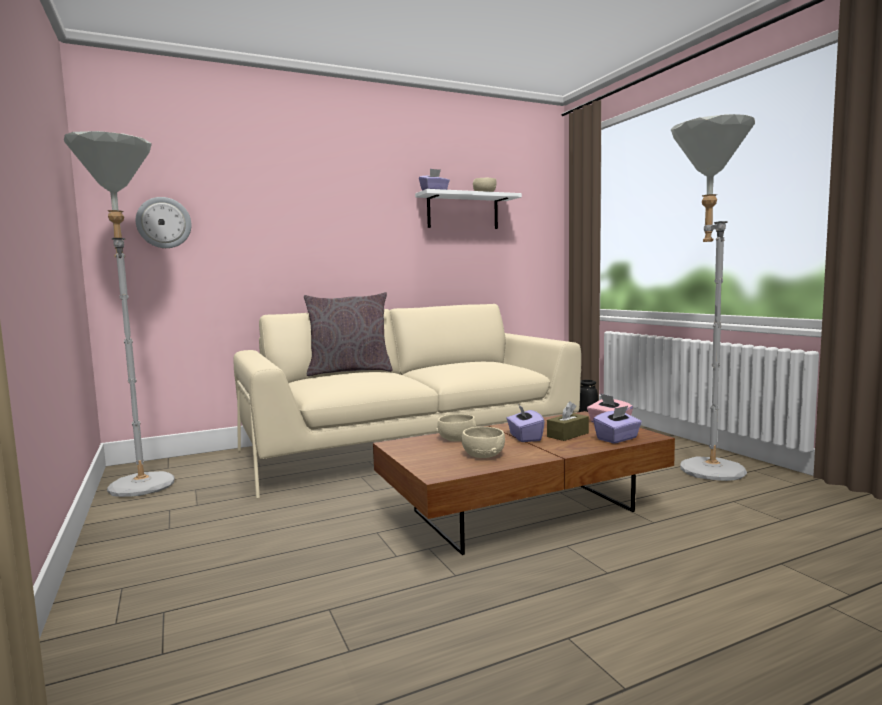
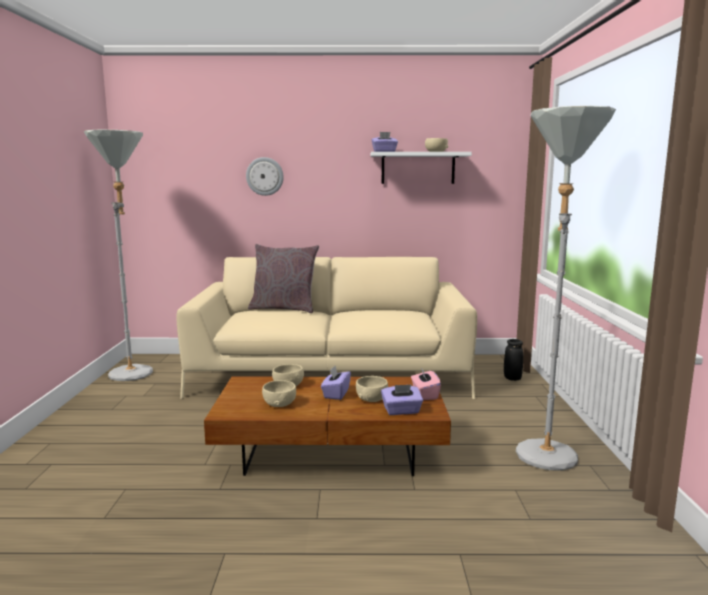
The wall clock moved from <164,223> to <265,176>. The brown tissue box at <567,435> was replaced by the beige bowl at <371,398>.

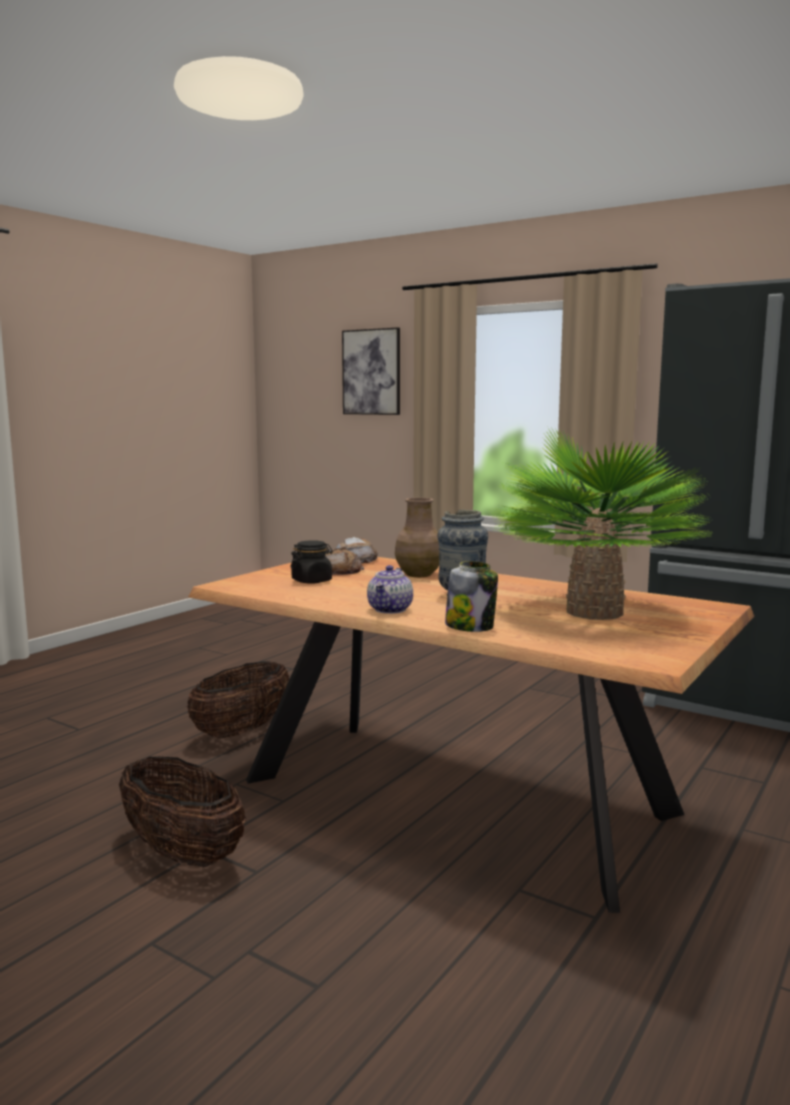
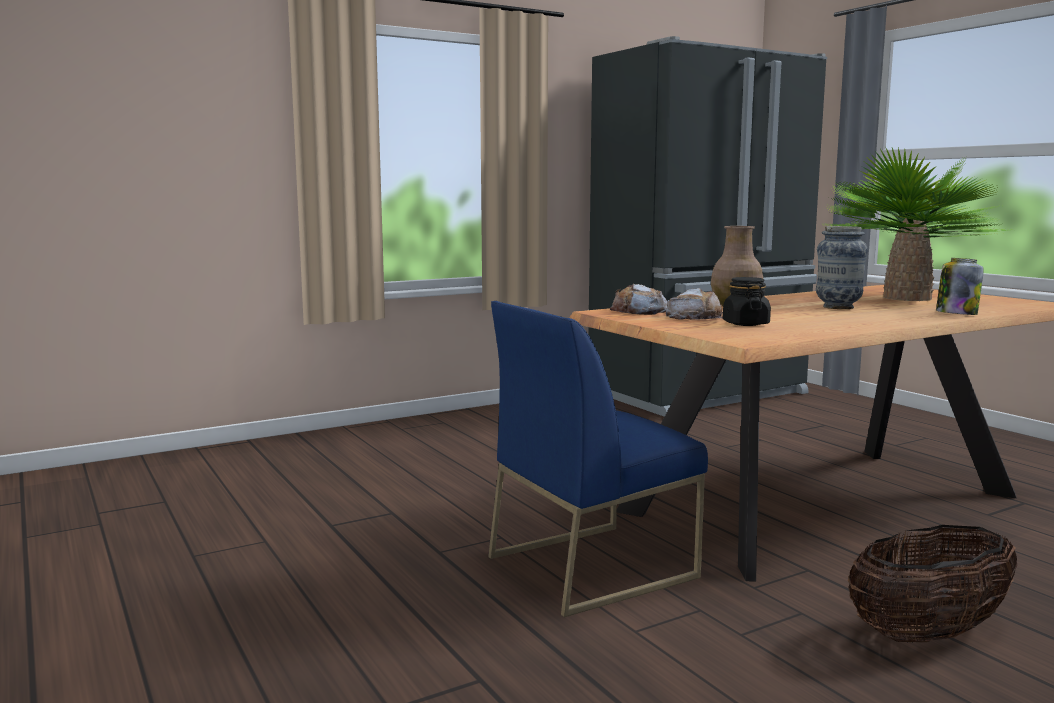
The picture at <371,372> disappeared. The teapot at <390,610> disappeared. The basket at <242,731> was replaced by the blue chair at <592,566>.

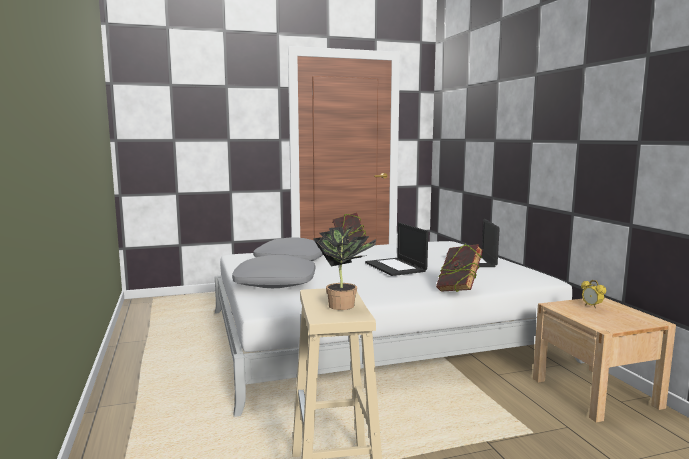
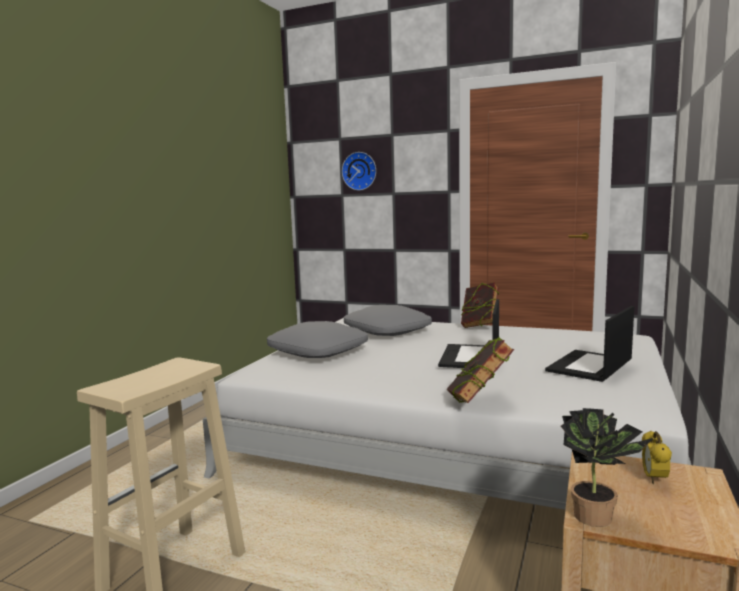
The wall clock at <360,171> appeared. The potted plant moved from <345,305> to <599,517>.

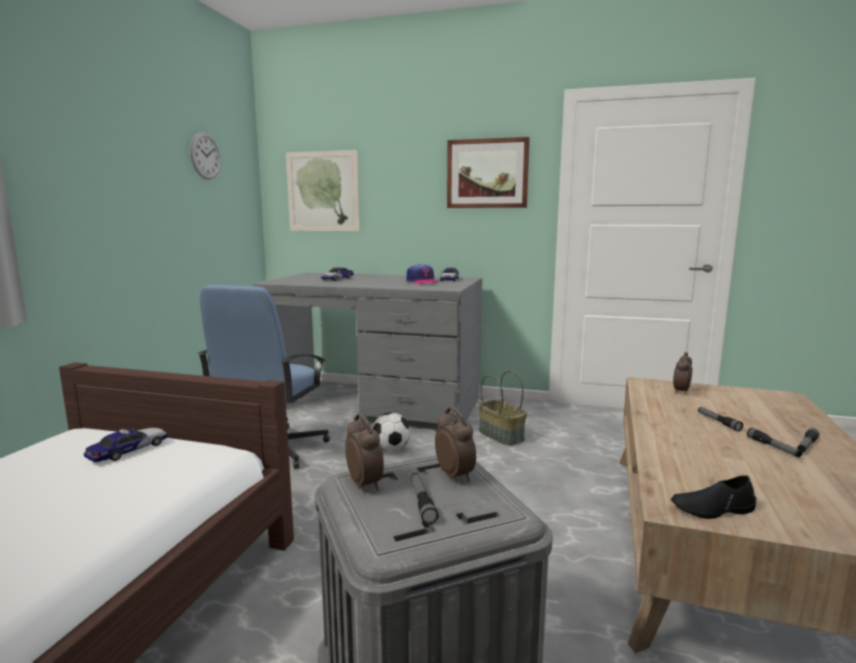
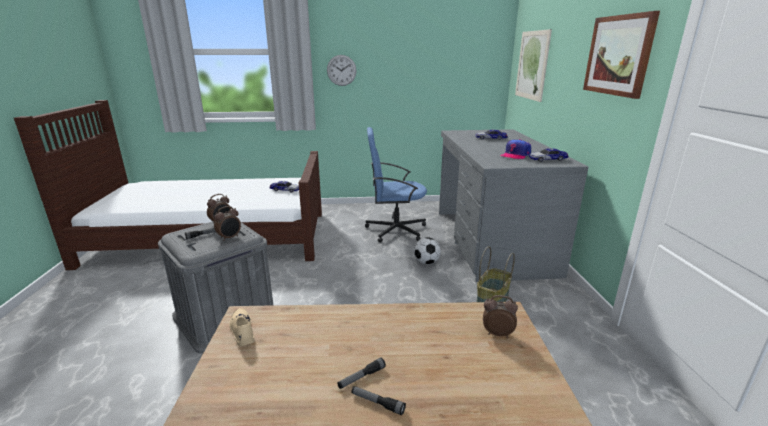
The flashlight at <718,422> disappeared. The wall clock moved from <205,156> to <341,70>. The black shoe at <712,509> became the beige shoe at <242,330>.

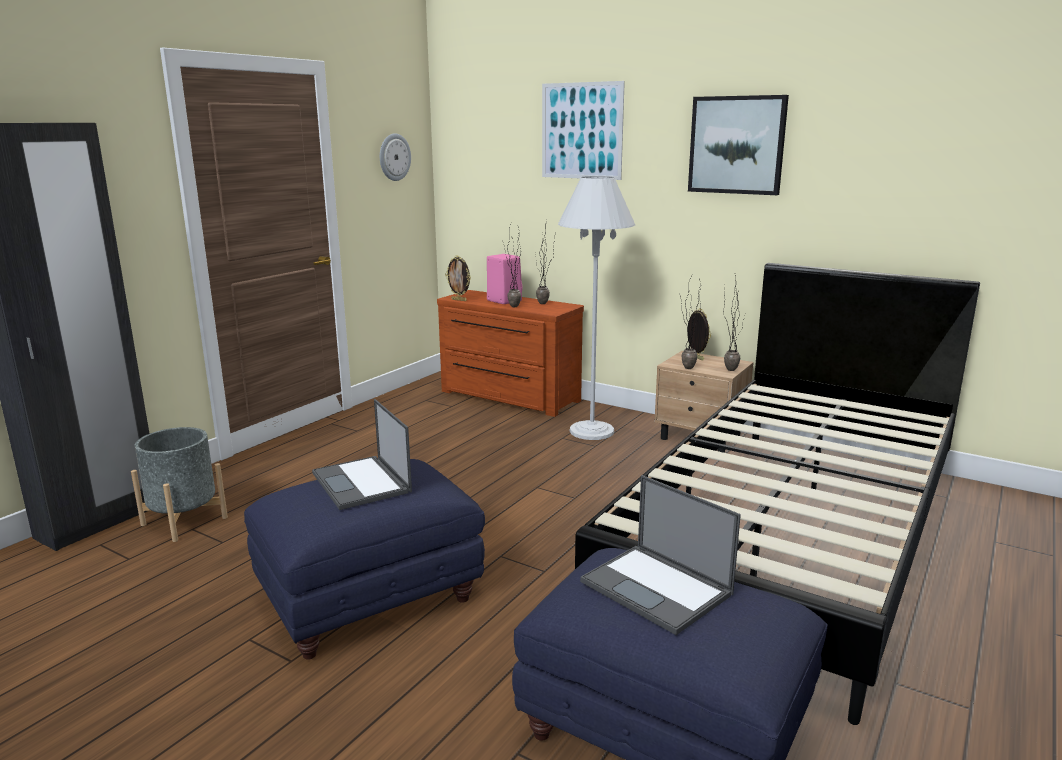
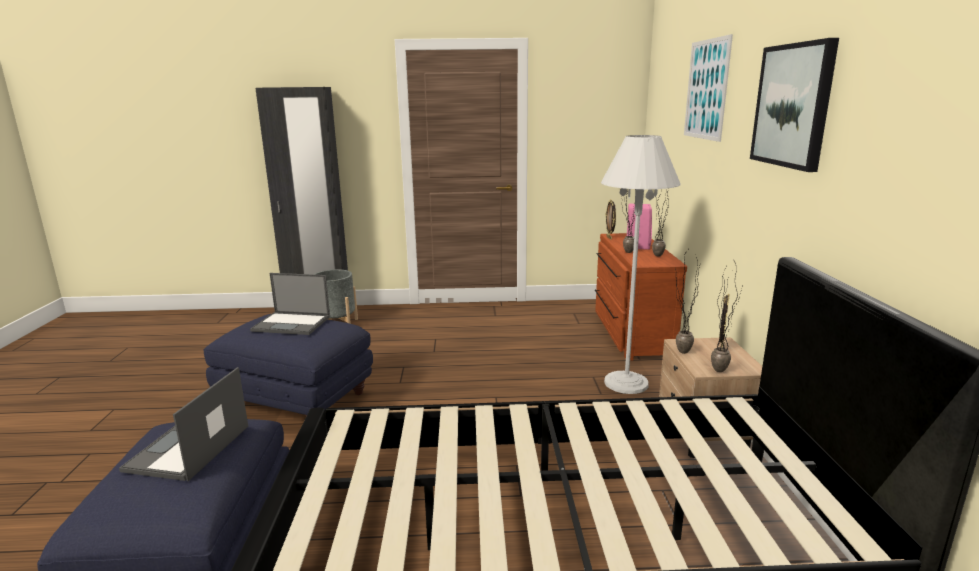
The wall clock at <394,157> disappeared. The laptop at <362,483> turned 105 degrees counterclockwise.

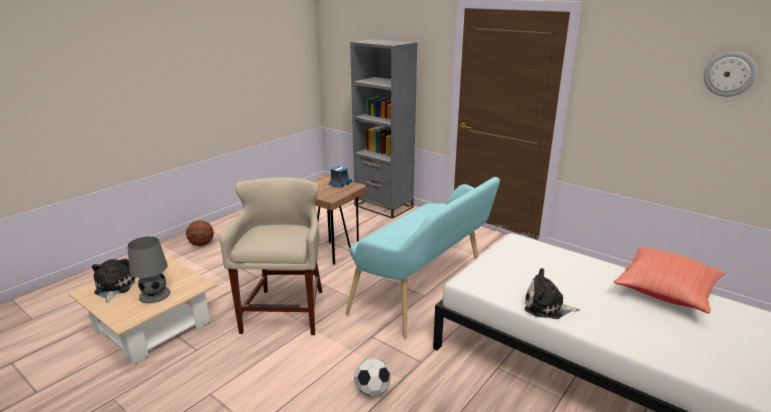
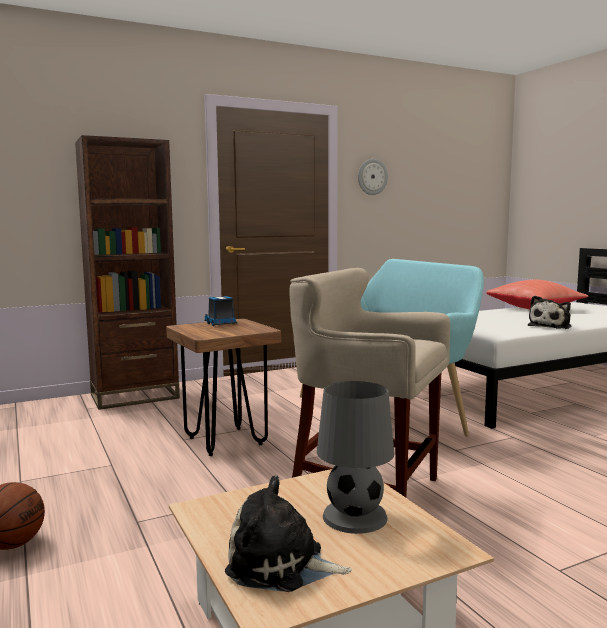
The football at <372,391> disappeared. The wall clock moved from <729,74> to <372,177>. The grey bookcase at <383,206> became the brown bookcase at <135,396>.

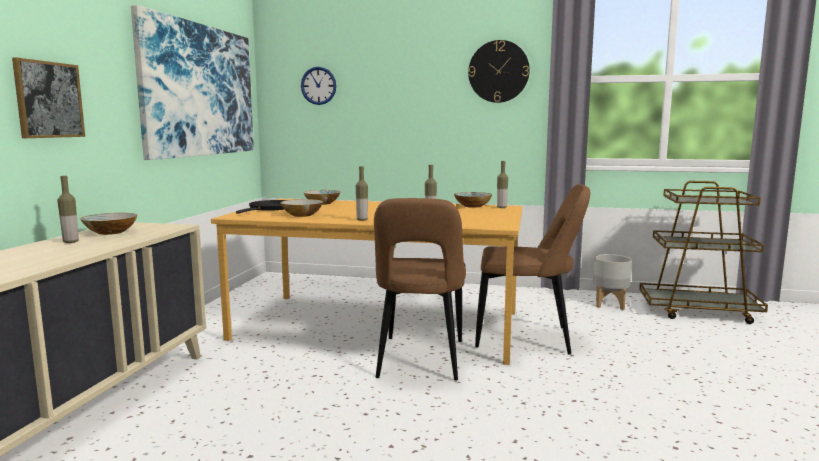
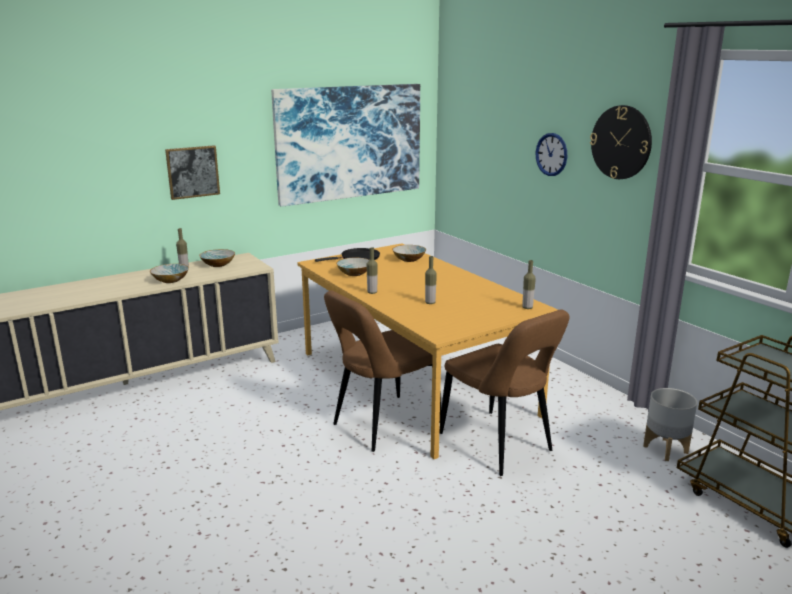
The wall clock moved from <318,85> to <551,154>. The bowl moved from <473,206> to <171,280>.

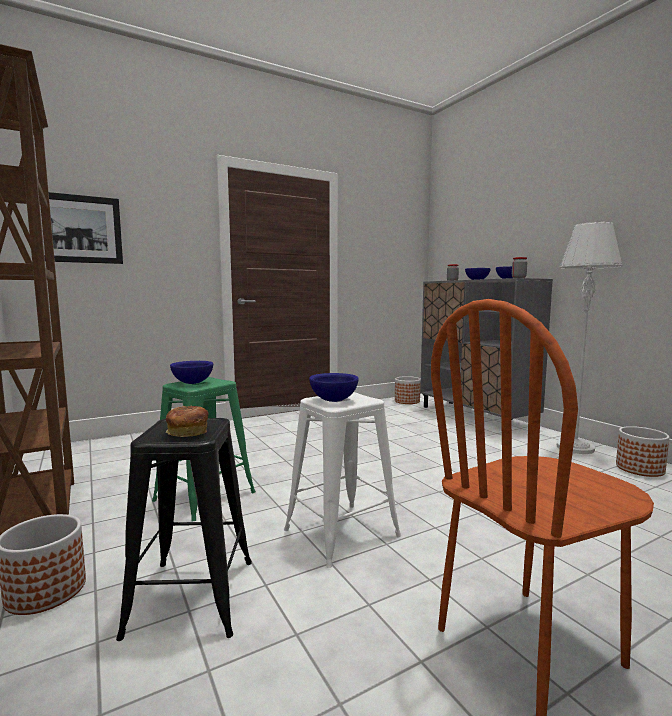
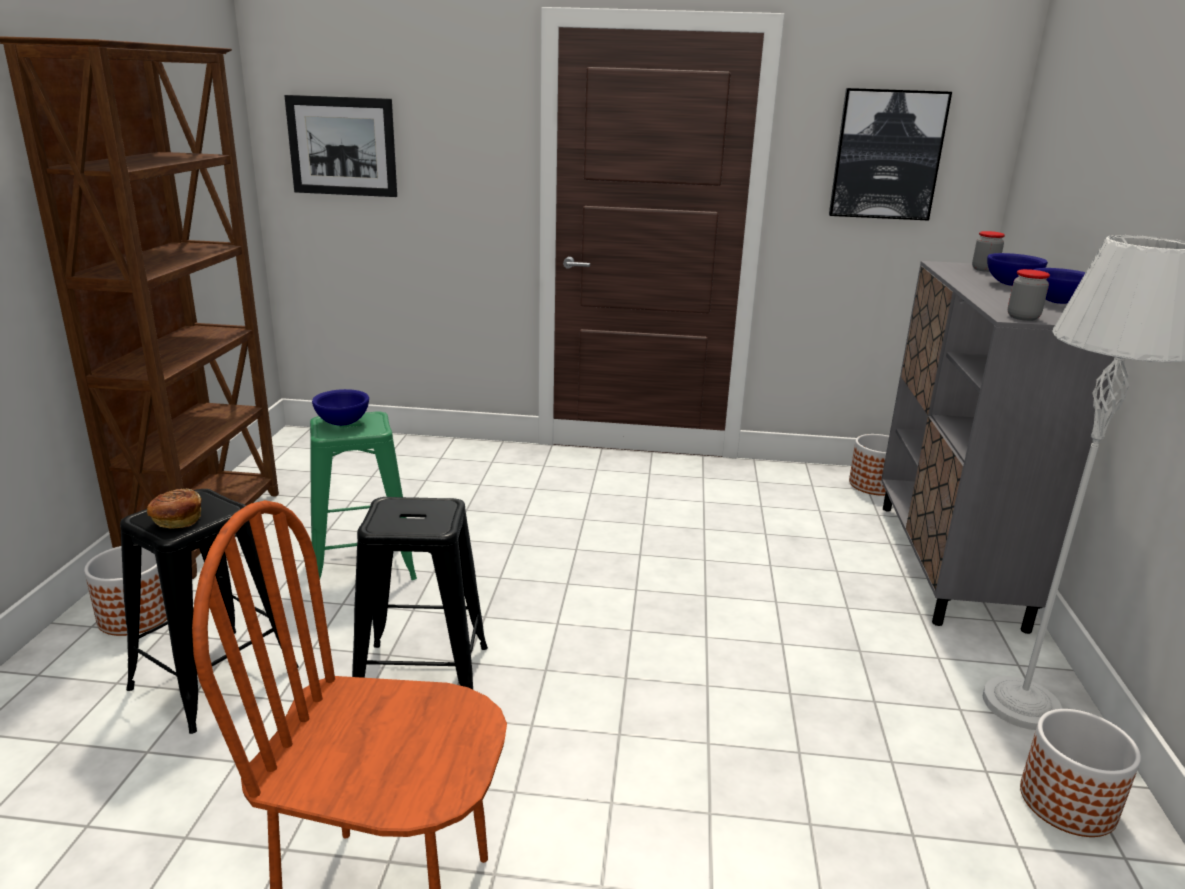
The blue bowl at <333,400> disappeared. The picture at <887,155> appeared. The white stool at <341,533> became the black stool at <421,678>.

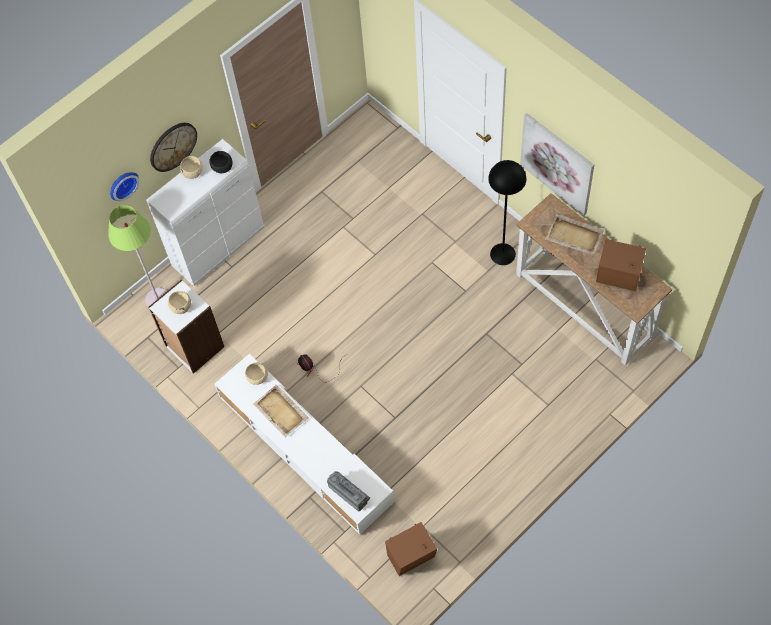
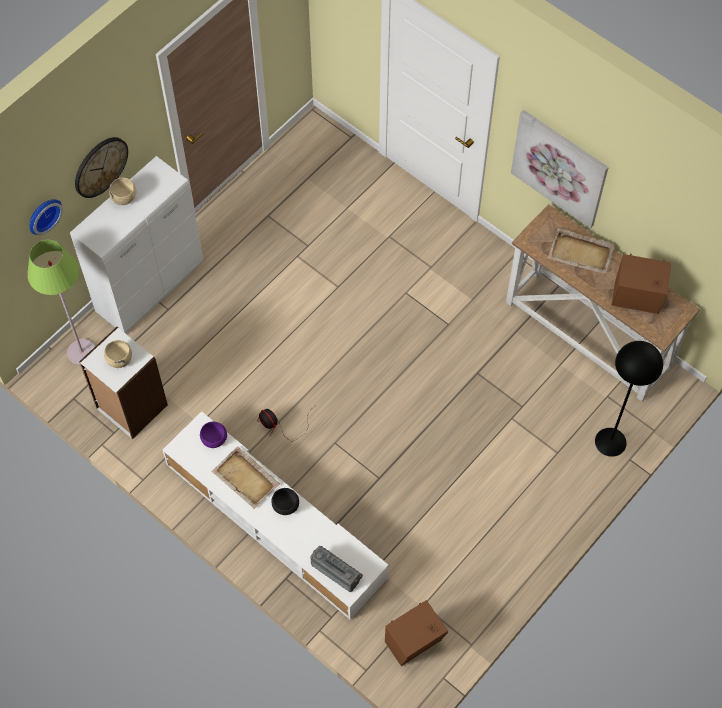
The black bowl moved from <223,168> to <286,506>. The black floor lamp moved from <502,254> to <610,441>. The beige bowl at <258,378> became the purple bowl at <215,440>.

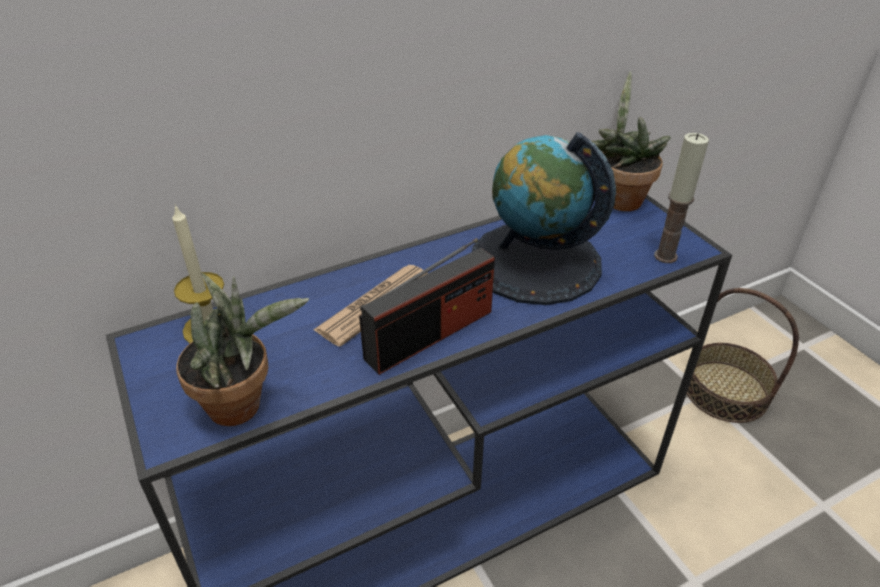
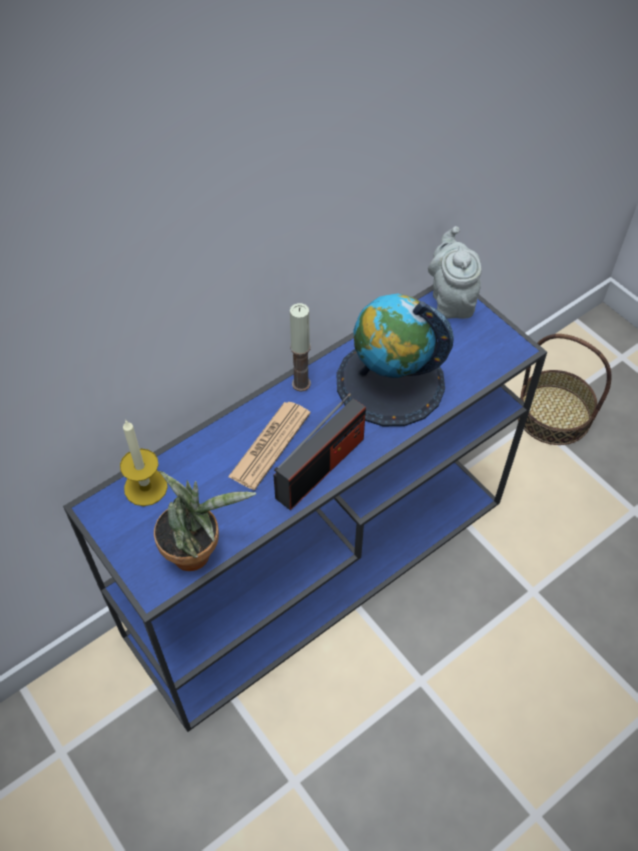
The candle moved from <665,256> to <301,384>. The potted plant at <619,198> was replaced by the grey teapot at <451,299>.

